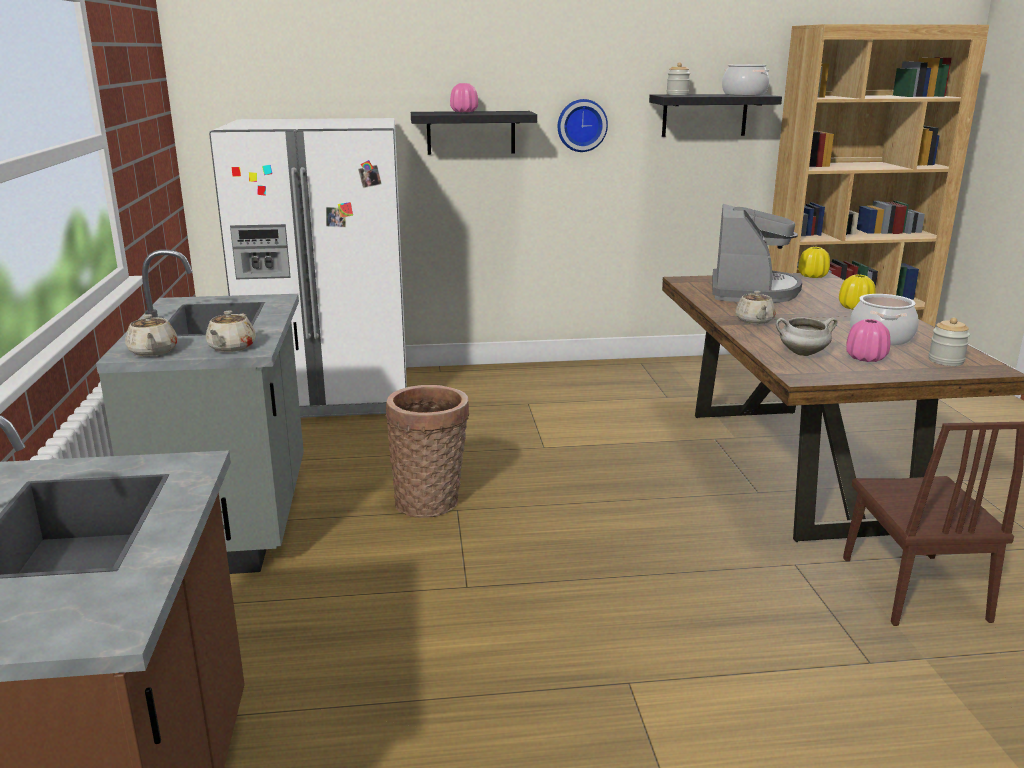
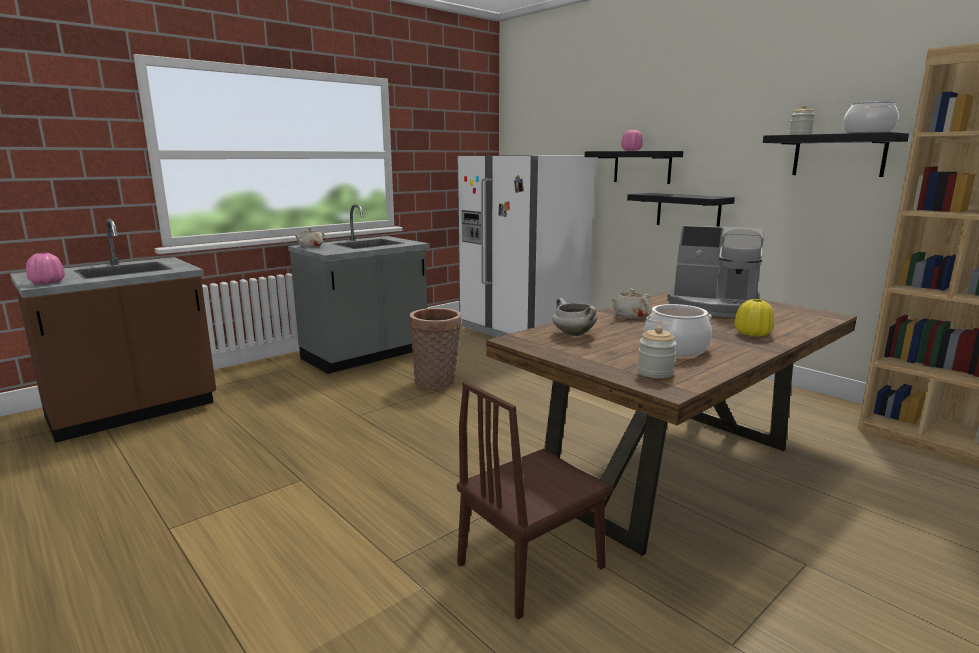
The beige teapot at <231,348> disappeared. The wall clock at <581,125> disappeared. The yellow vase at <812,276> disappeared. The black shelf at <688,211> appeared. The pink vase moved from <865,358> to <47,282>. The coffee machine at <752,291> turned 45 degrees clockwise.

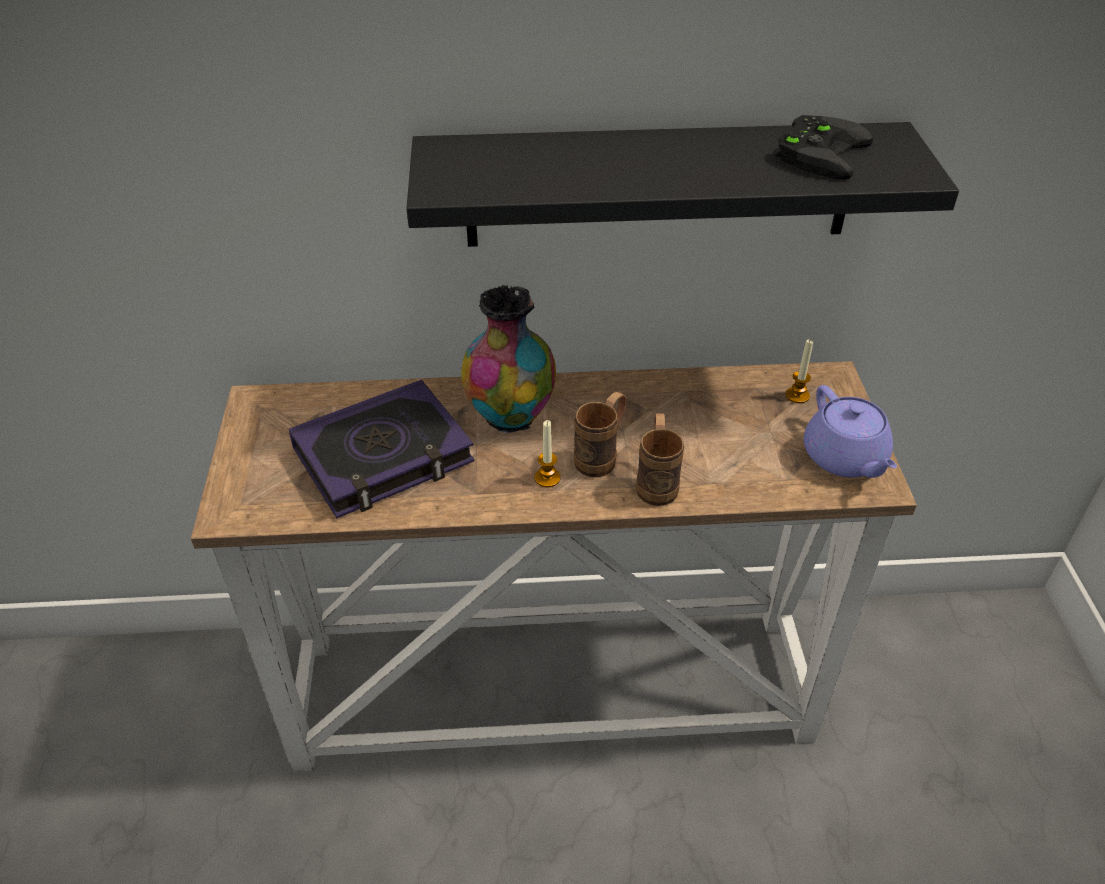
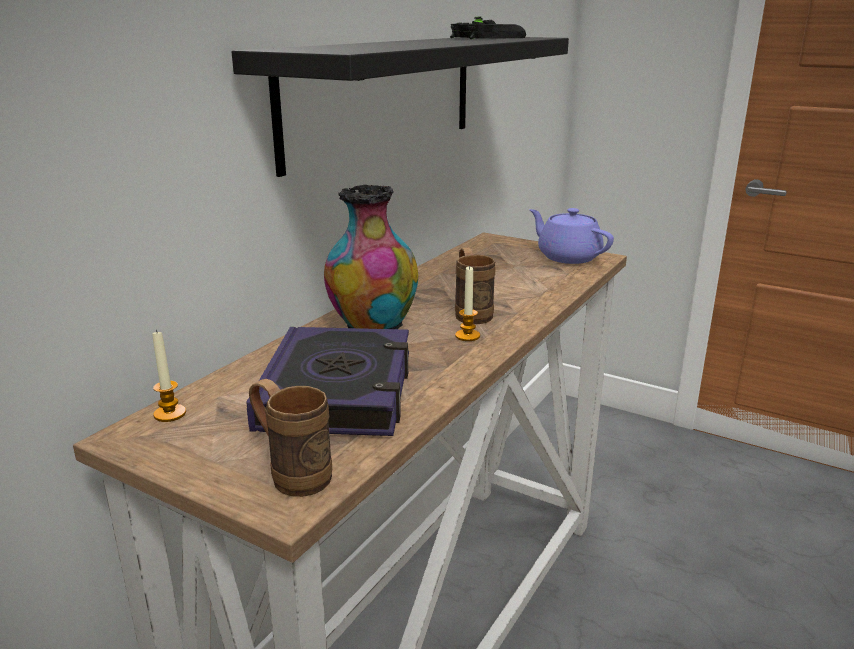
The brown mug moved from <656,482> to <292,473>. The candle moved from <797,395> to <170,414>. The purple teapot at <845,458> turned 150 degrees counterclockwise.

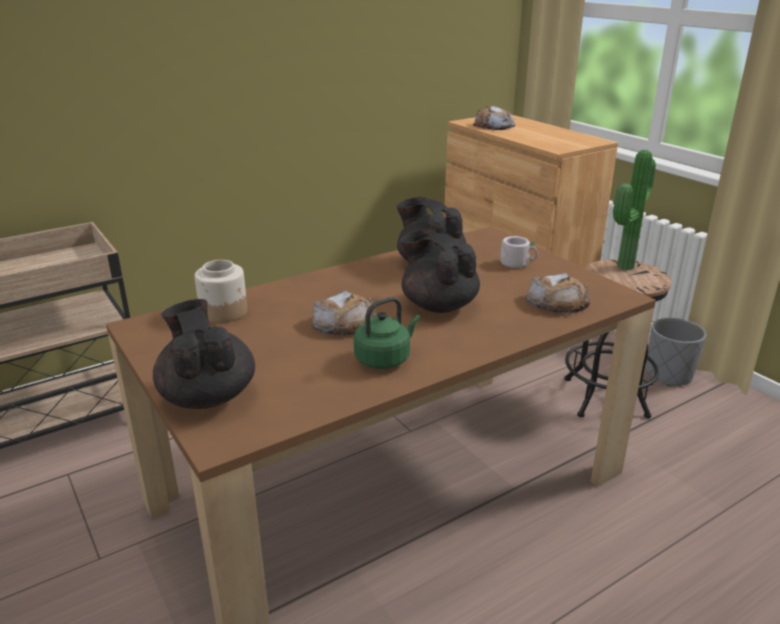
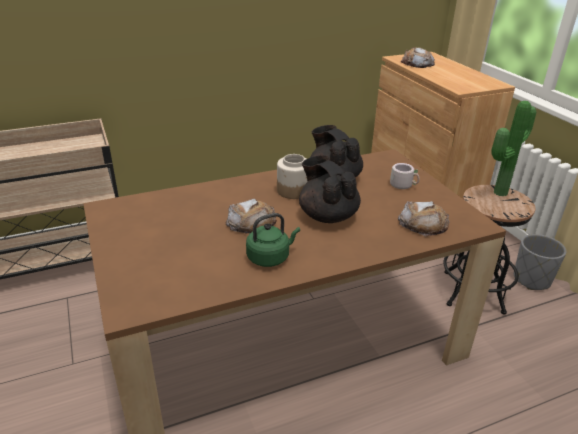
The black teapot at <207,395> disappeared. The jar moved from <224,312> to <293,191>.

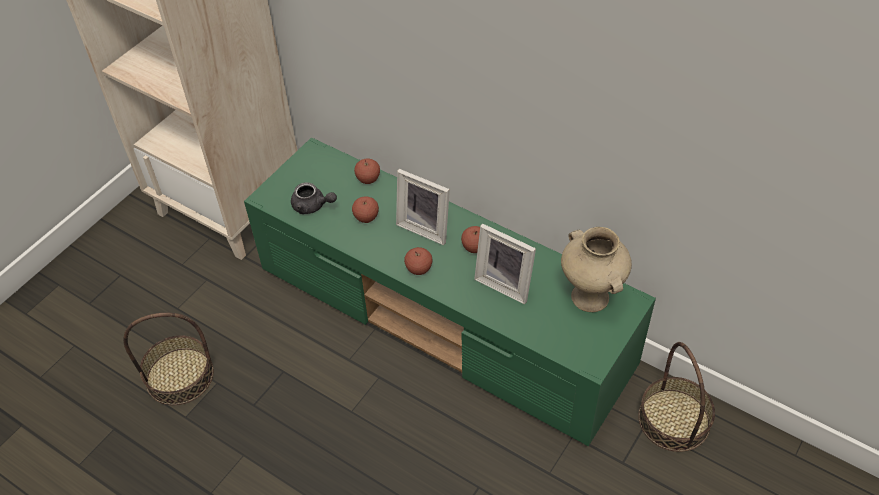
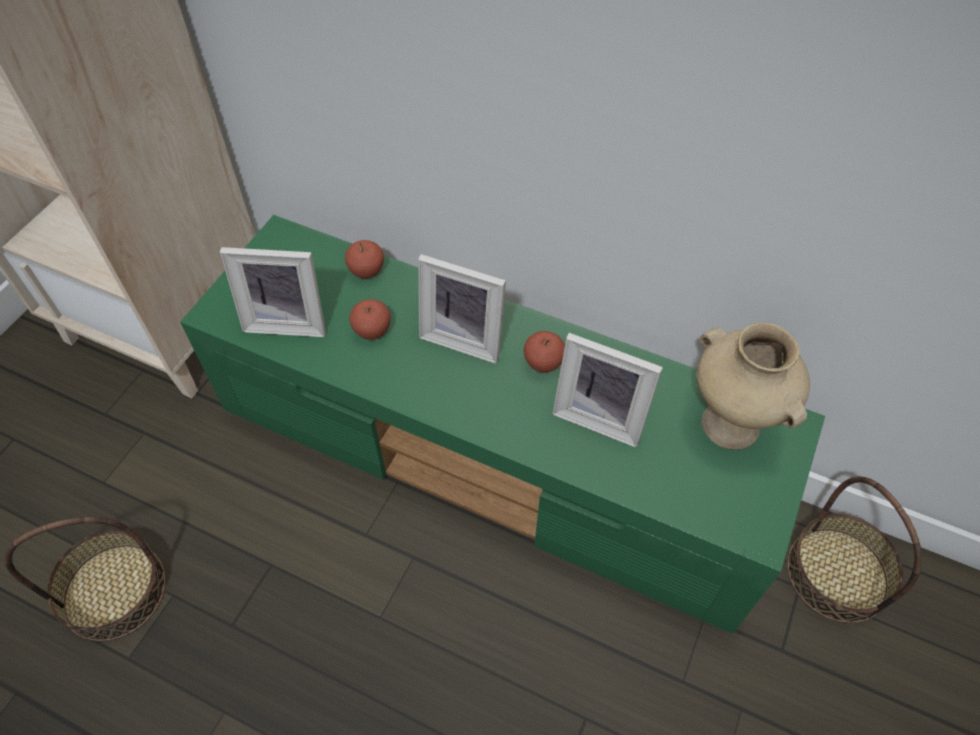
The apple at <419,269> disappeared. The grey teapot at <312,206> was replaced by the picture frame at <288,320>.

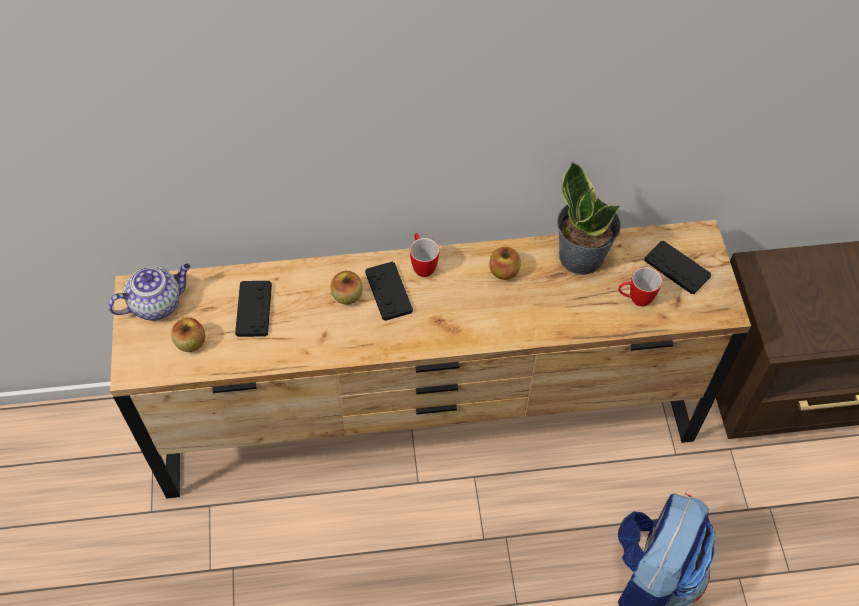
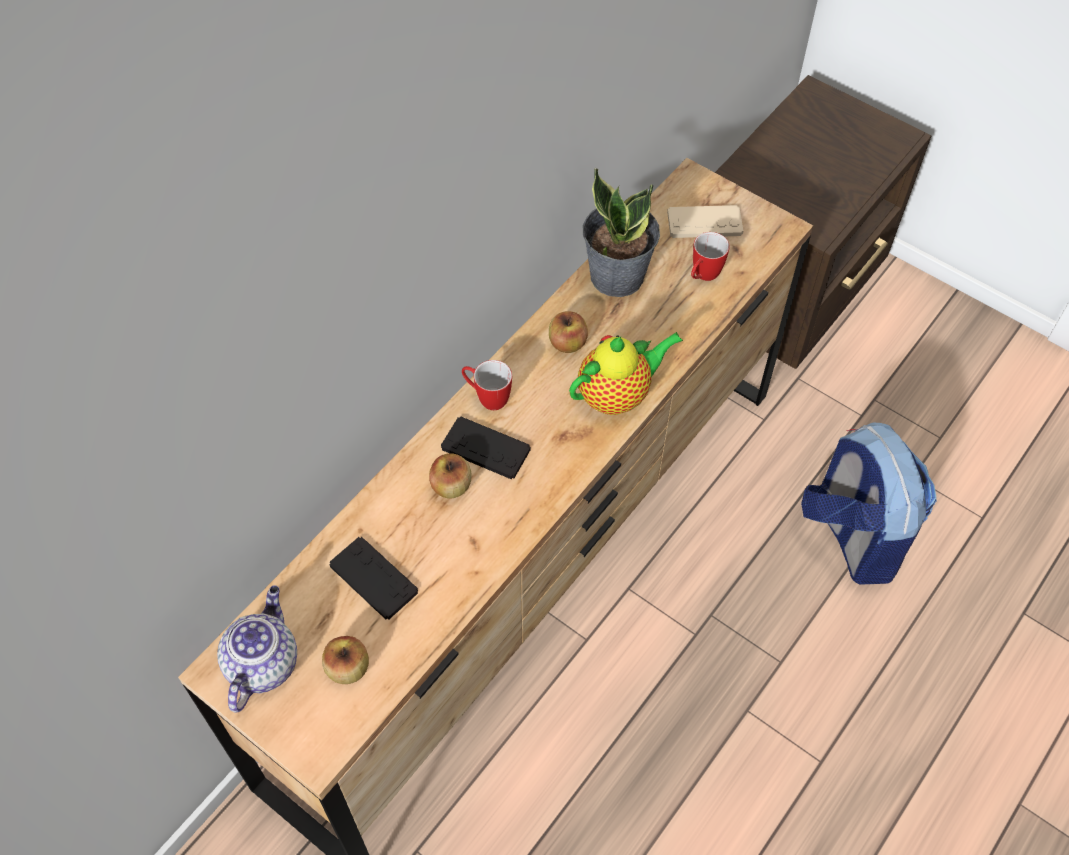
The teapot at <617,395> appeared. The black game controller at <677,268> became the beige game controller at <704,223>.

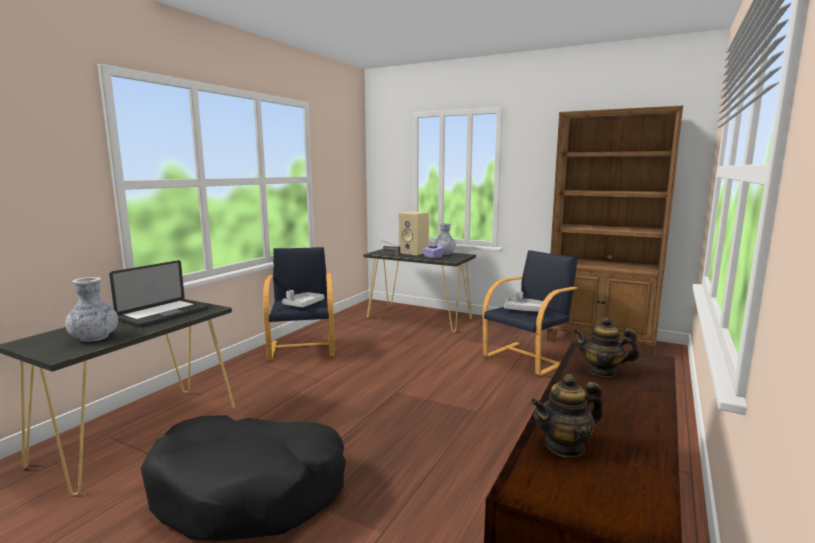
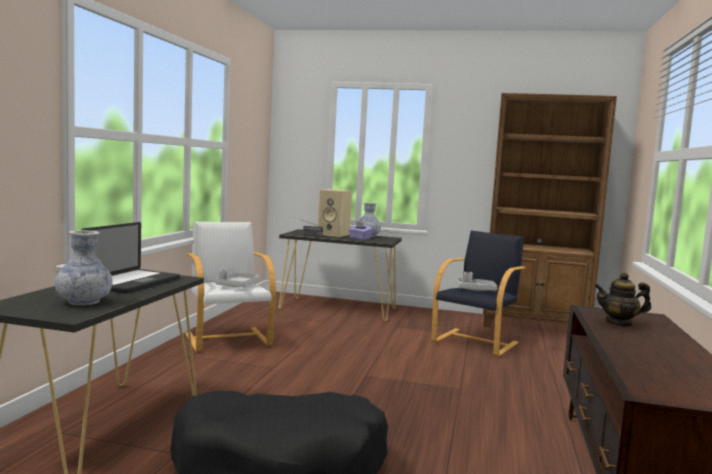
The teapot at <565,446> disappeared. The black armchair at <302,348> became the white armchair at <228,339>.

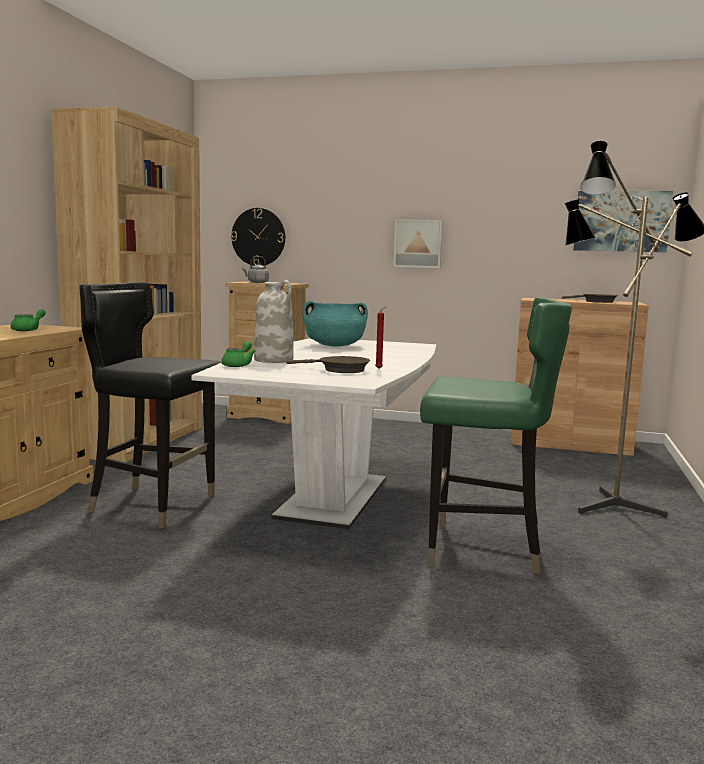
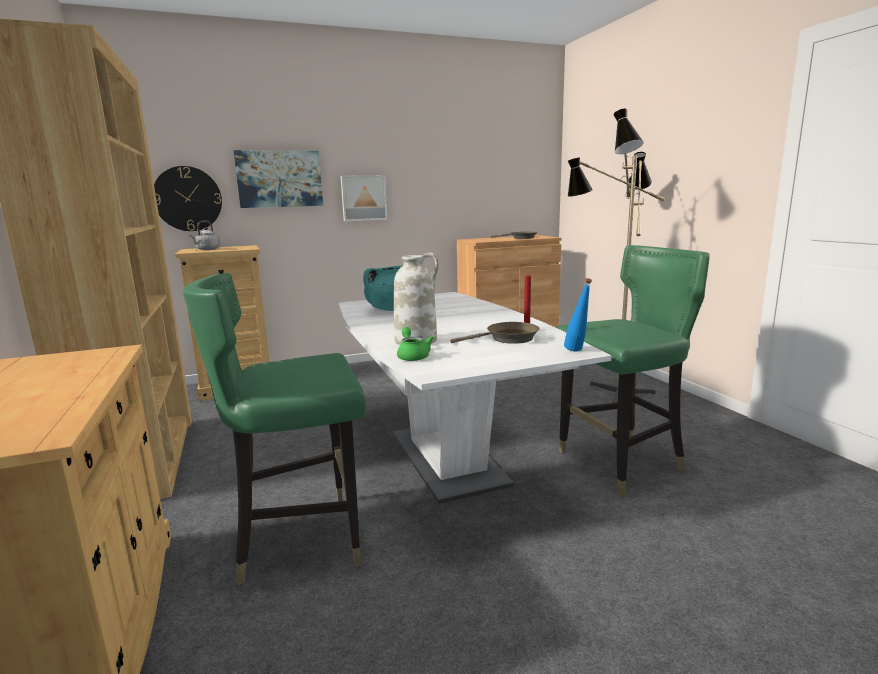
The green teapot at <29,330> disappeared. The blue bottle at <577,352> appeared. The picture moved from <621,221> to <279,179>. The black chair at <154,505> became the green chair at <300,539>.

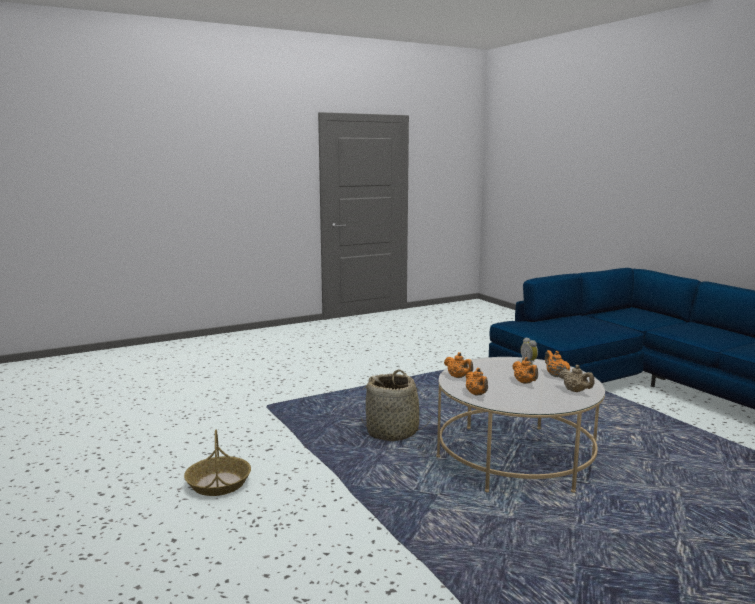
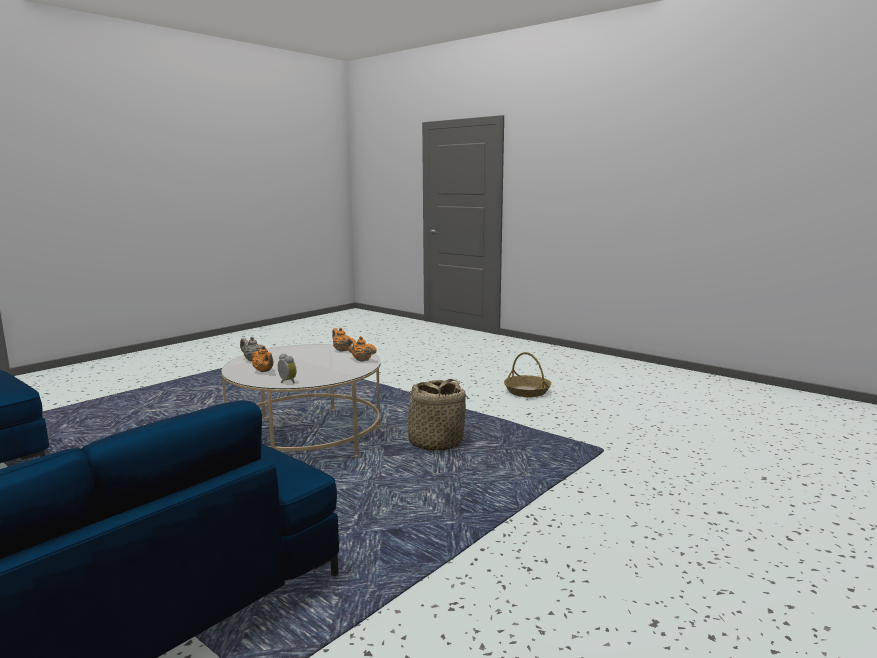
The orange teapot at <525,383> disappeared.

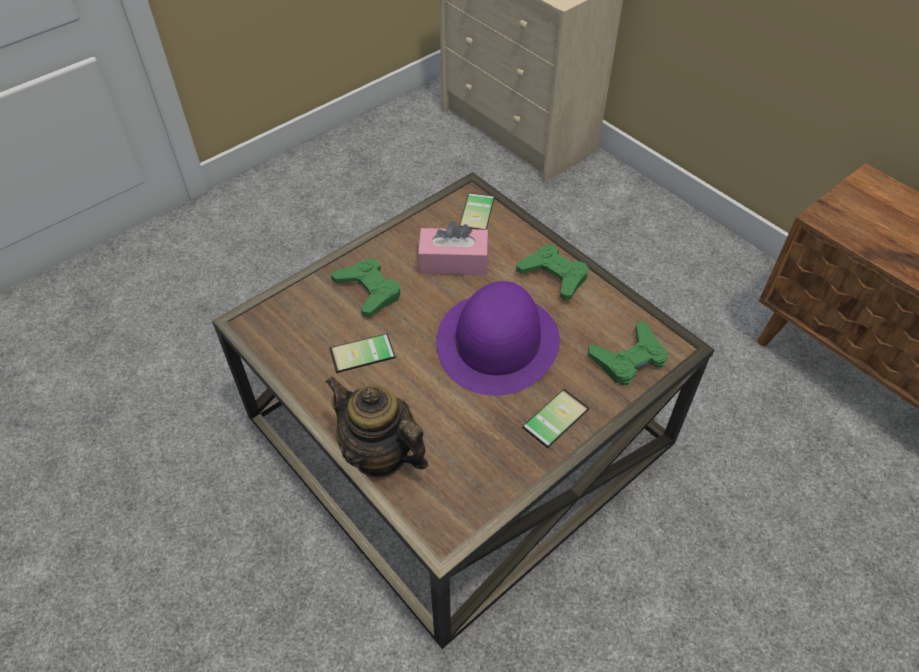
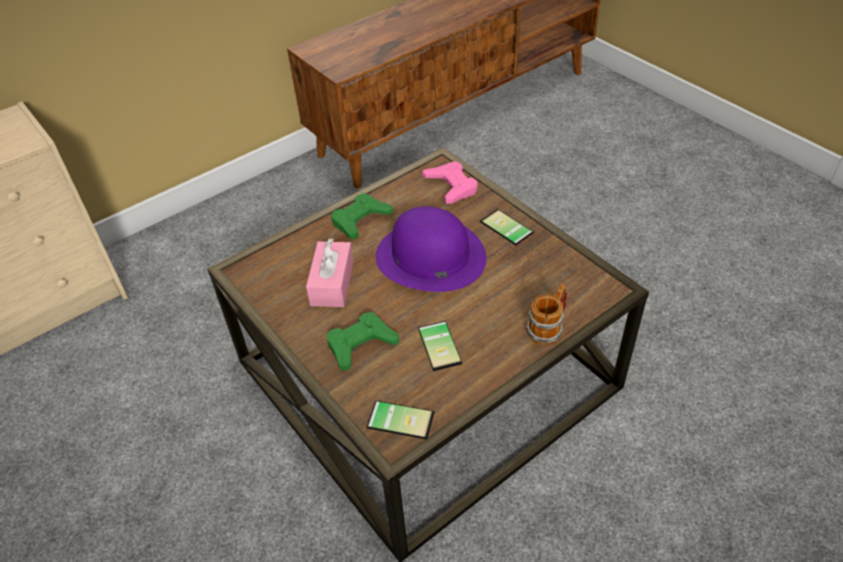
The phone moved from <479,213> to <401,417>. The teapot at <380,454> was replaced by the mug at <548,328>. The green game controller at <629,359> became the pink game controller at <451,186>.

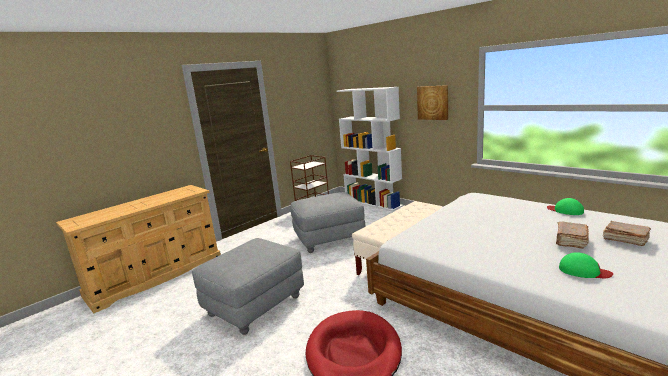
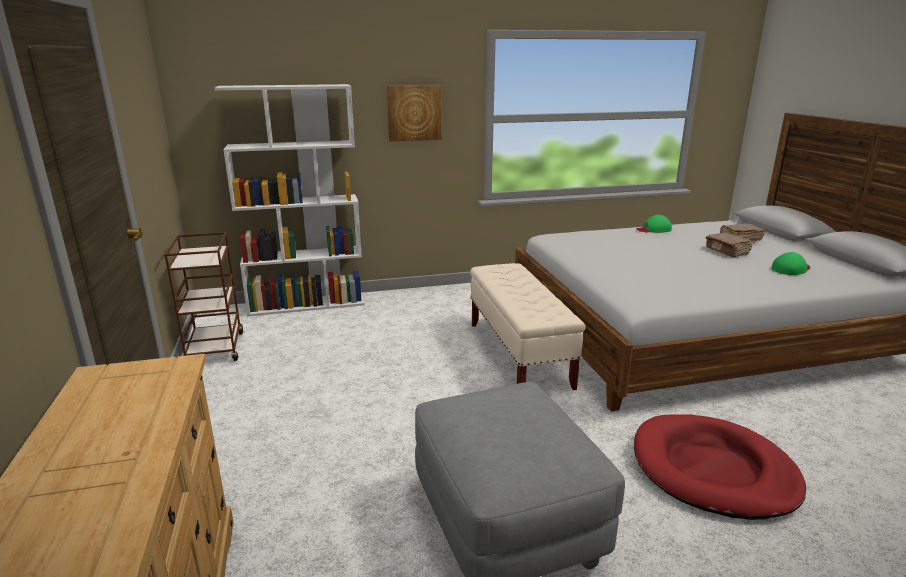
The grey ottoman at <329,239> disappeared.

